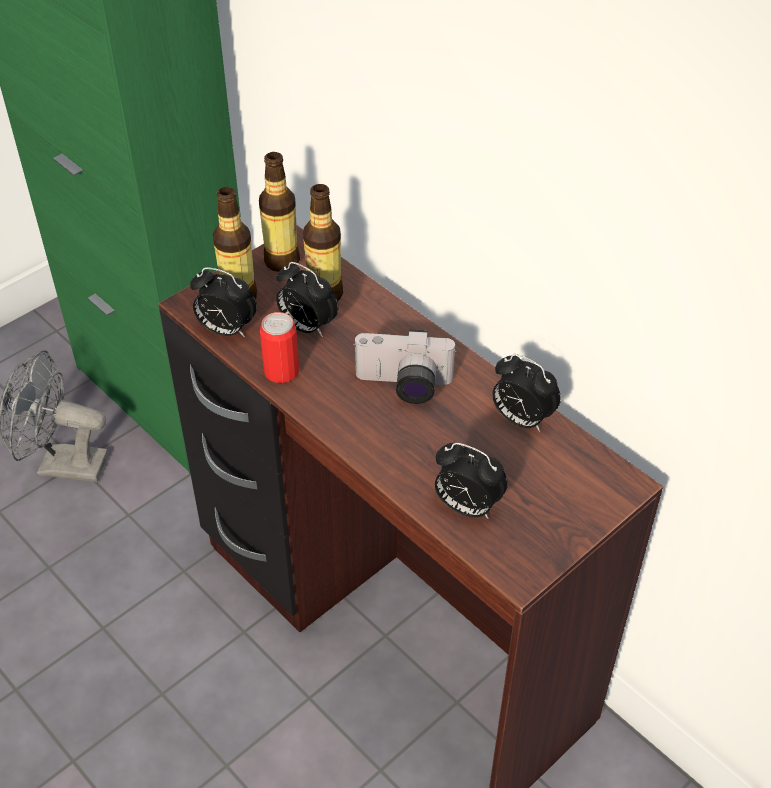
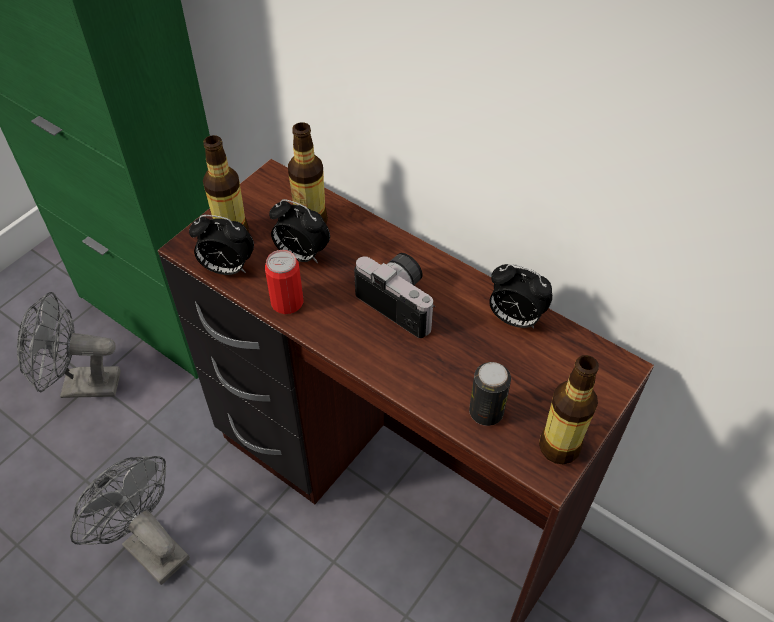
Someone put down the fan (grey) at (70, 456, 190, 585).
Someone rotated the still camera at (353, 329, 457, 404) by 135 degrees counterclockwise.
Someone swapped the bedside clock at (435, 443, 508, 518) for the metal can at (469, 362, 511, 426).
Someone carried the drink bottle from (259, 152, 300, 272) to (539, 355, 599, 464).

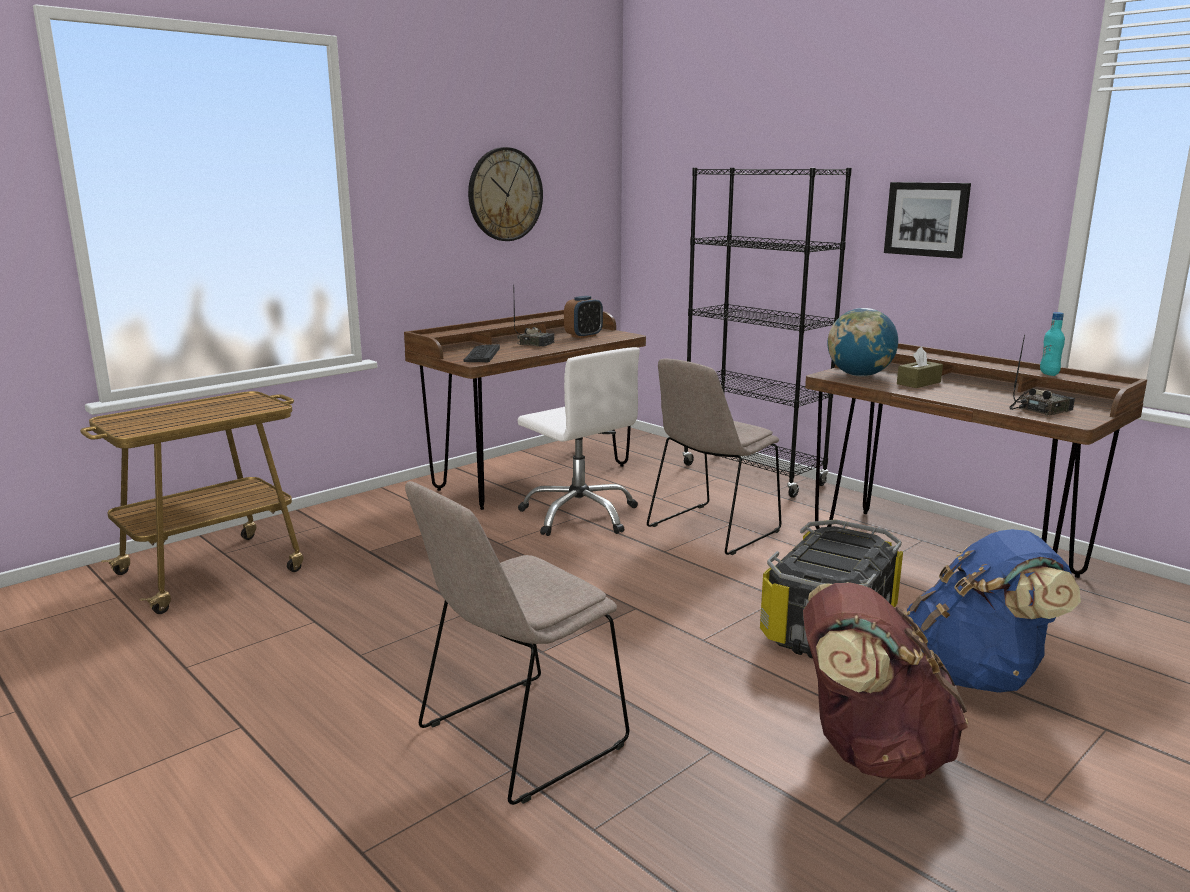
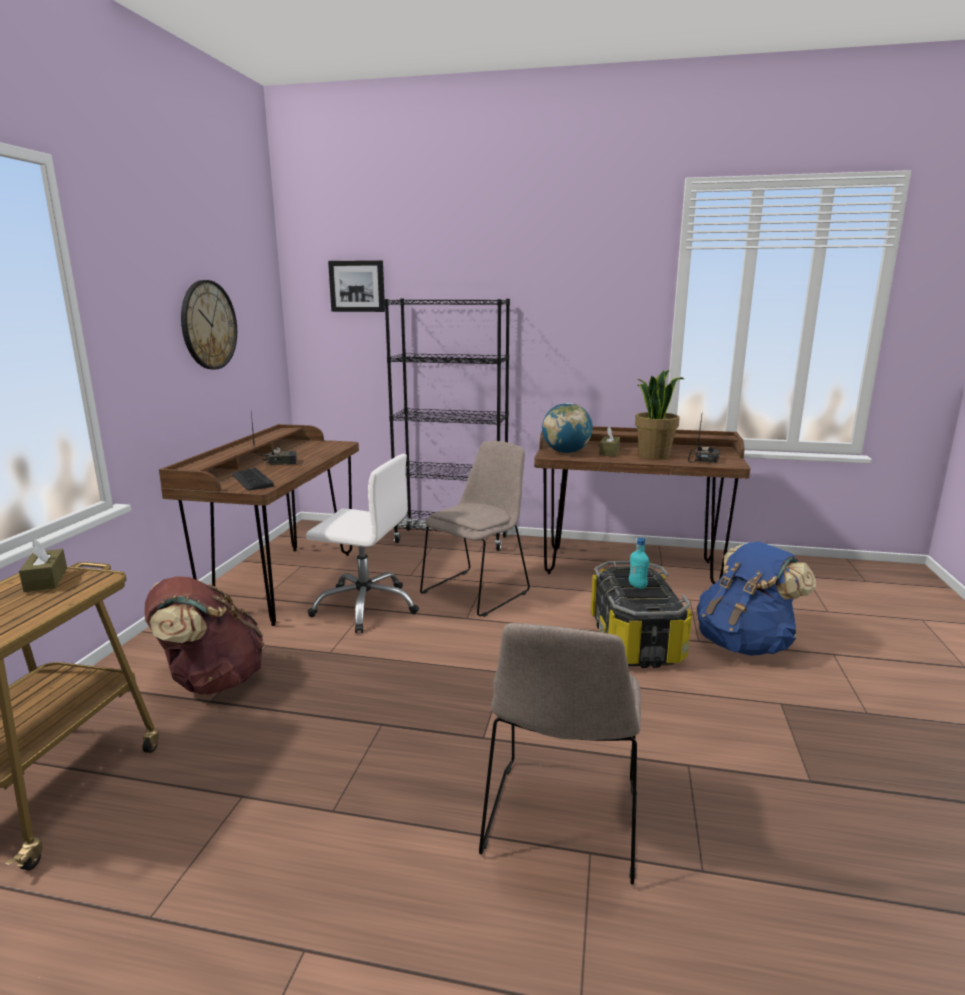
Someone put down the box of tissues (brown-coloured) at (19, 539, 67, 592).
Someone carried the rucksack (brown-coloured) from (803, 582, 969, 780) to (145, 576, 265, 695).
Someone carried the wall art from (884, 182, 971, 259) to (328, 260, 385, 312).
Someone rotated the plain chair (beige-coloured) at (647, 359, 781, 555) by 150 degrees counterclockwise.
Someone carried the drink bottle (turquoise-coloured) from (1040, 312, 1065, 376) to (629, 538, 649, 589).
Someone put down the houseplant at (635, 370, 684, 460).
Someone took away the bedside clock at (564, 296, 603, 339).

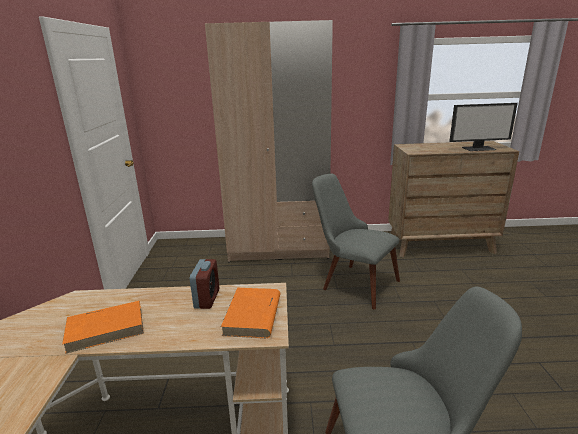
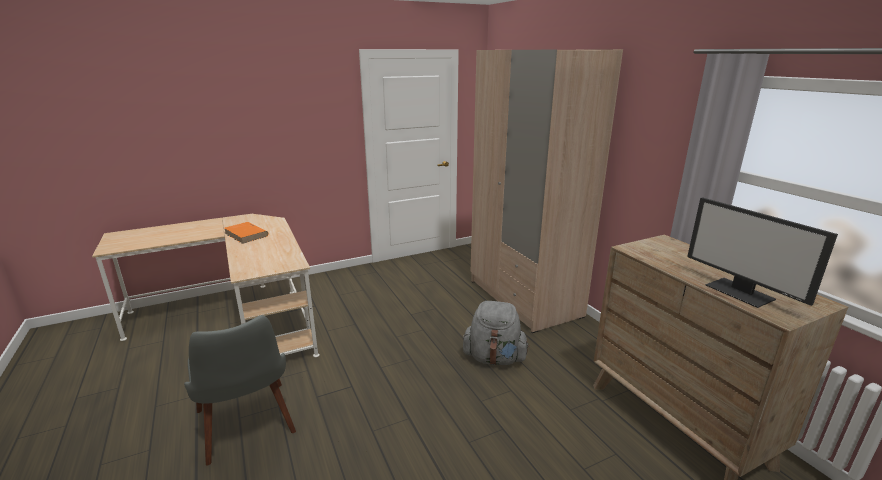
Someone swapped the plain chair (grey) at (312, 174, 400, 309) for the rucksack (grey) at (463, 301, 530, 365).
Someone took away the bedside clock at (190, 259, 219, 309).
Someone took away the bound book (orange) at (221, 288, 281, 338).

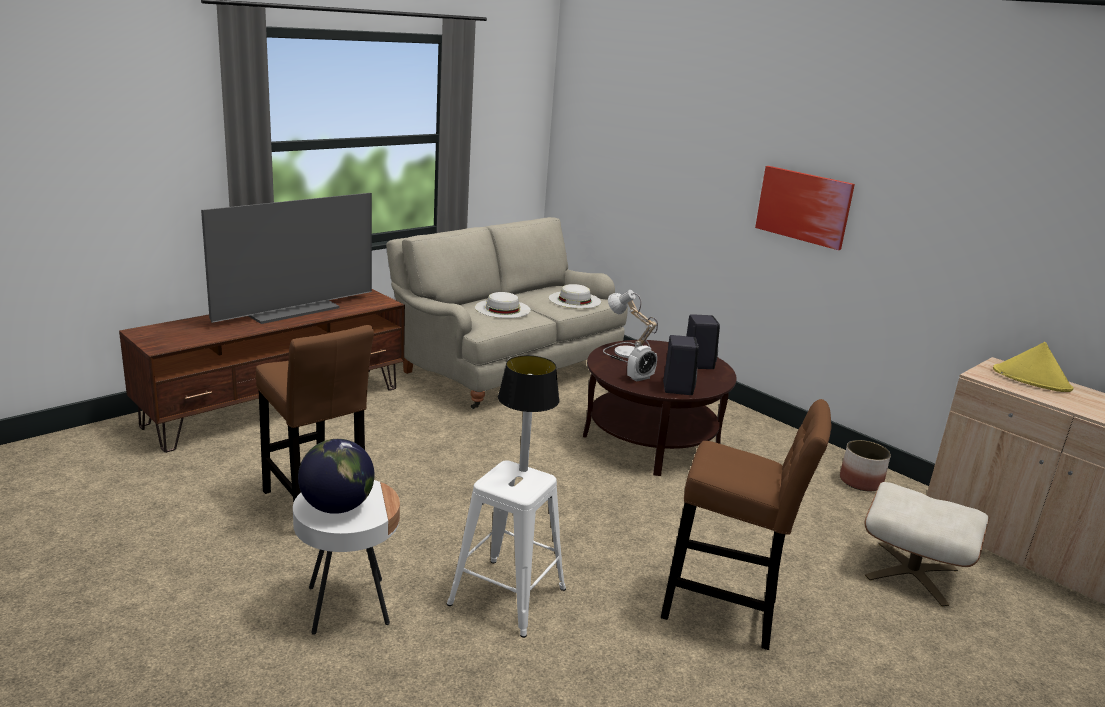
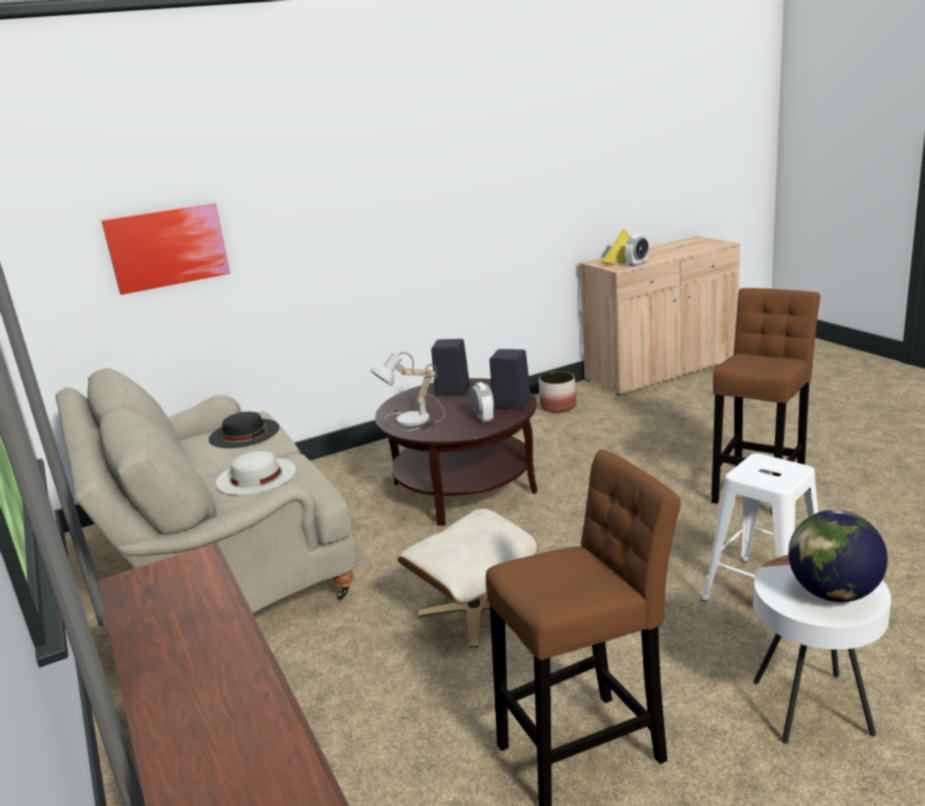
Someone carried the wall art from (755, 166, 855, 250) to (101, 202, 230, 295).
Someone repainted the wearable hat (white) at (549, 284, 601, 309), which became the wearable hat (black-coloured) at (209, 412, 279, 448).
Someone carried the pouffe (beige-coloured) from (865, 482, 989, 607) to (398, 509, 538, 648).
Someone put down the bedside clock at (625, 235, 649, 266).
Someone took away the TV at (201, 193, 372, 324).
Someone took away the table lamp at (498, 355, 560, 472).

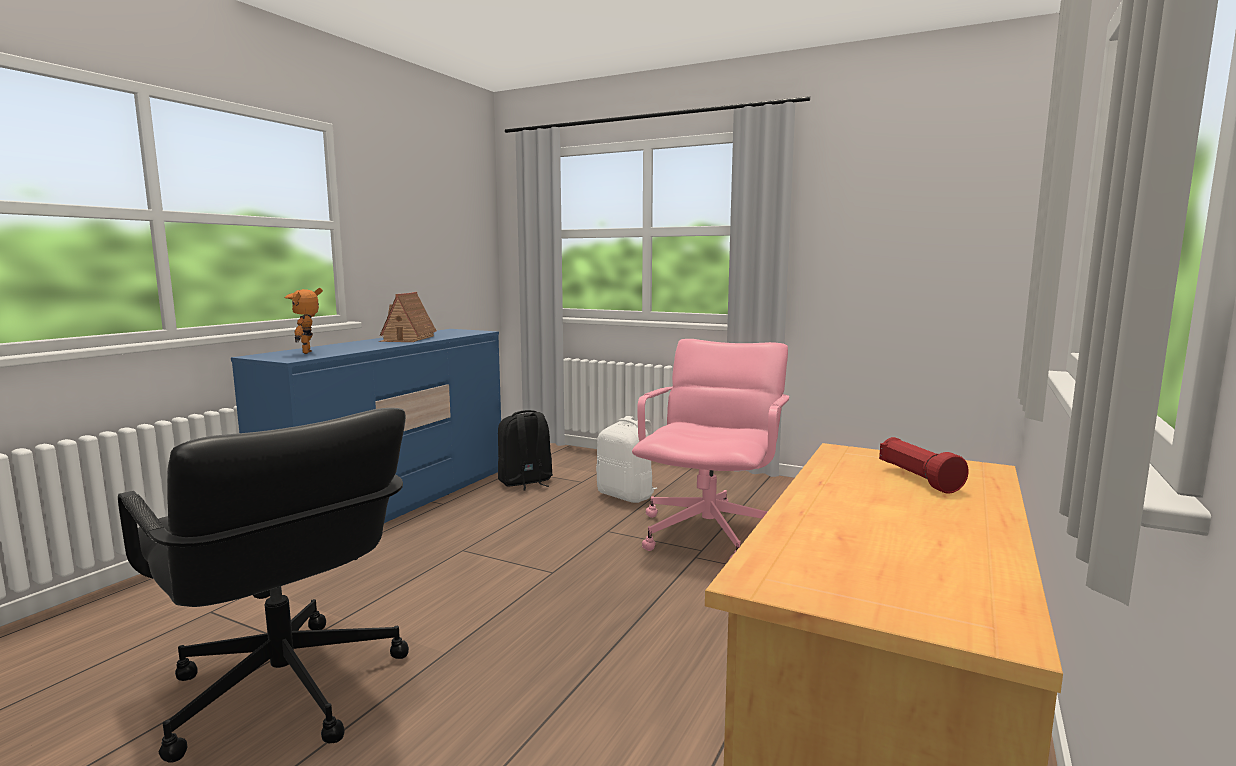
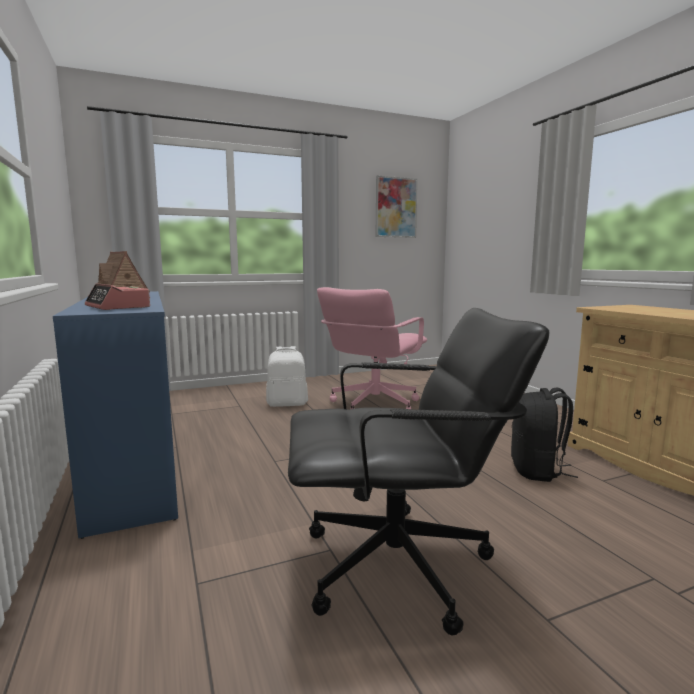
Someone swapped the toy robot at (285, 288, 323, 354) for the bedside clock at (85, 283, 150, 310).
Someone rotated the desk chair (pink) at (632, 339, 789, 560) by 120 degrees counterclockwise.
Someone put up the wall art at (376, 175, 418, 238).
Someone carried the rucksack (black-coloured) from (498, 410, 553, 491) to (511, 388, 578, 482).
Someone took away the hand torch (red-coloured) at (879, 437, 969, 494).

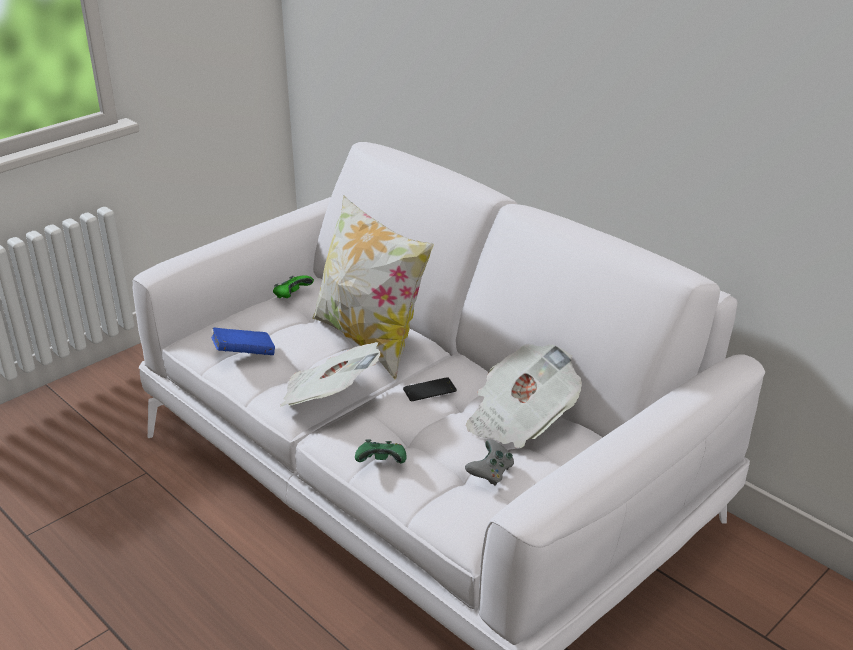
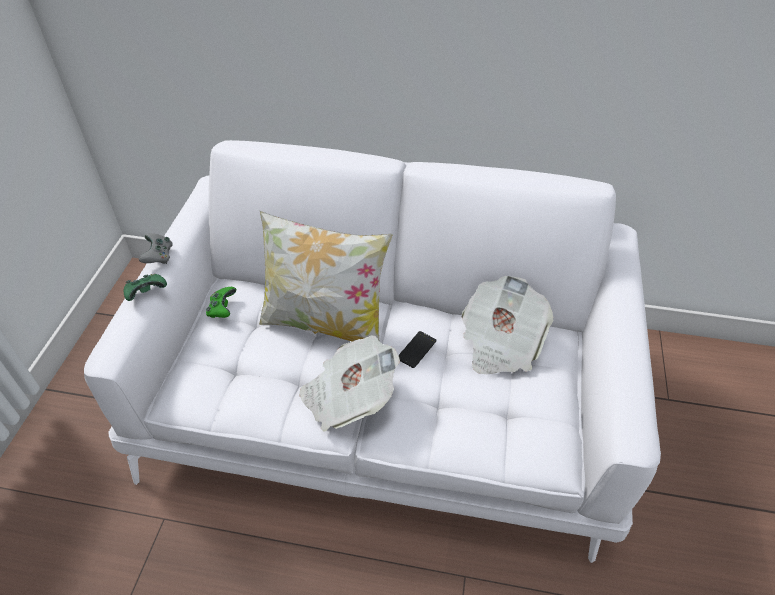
Someone carried the game controller (green-coloured) from (355, 439, 407, 463) to (124, 274, 167, 301).
Someone carried the game controller (grey) from (465, 439, 514, 486) to (139, 233, 173, 264).
Someone took away the bound book (bluish) at (211, 327, 275, 355).

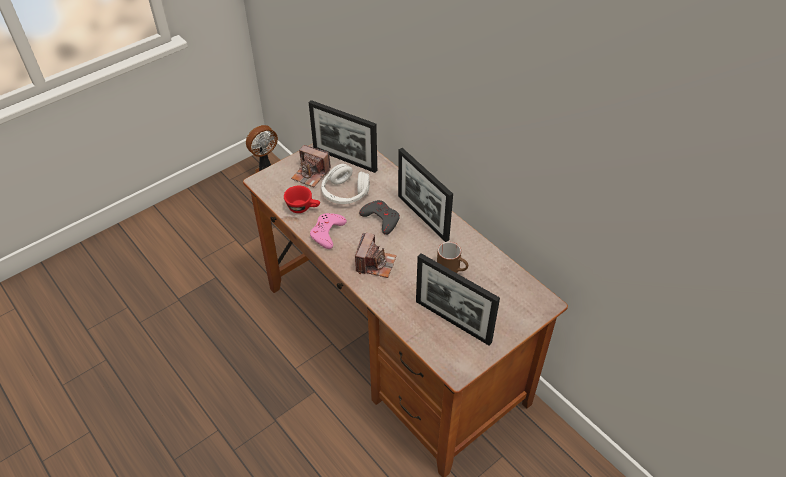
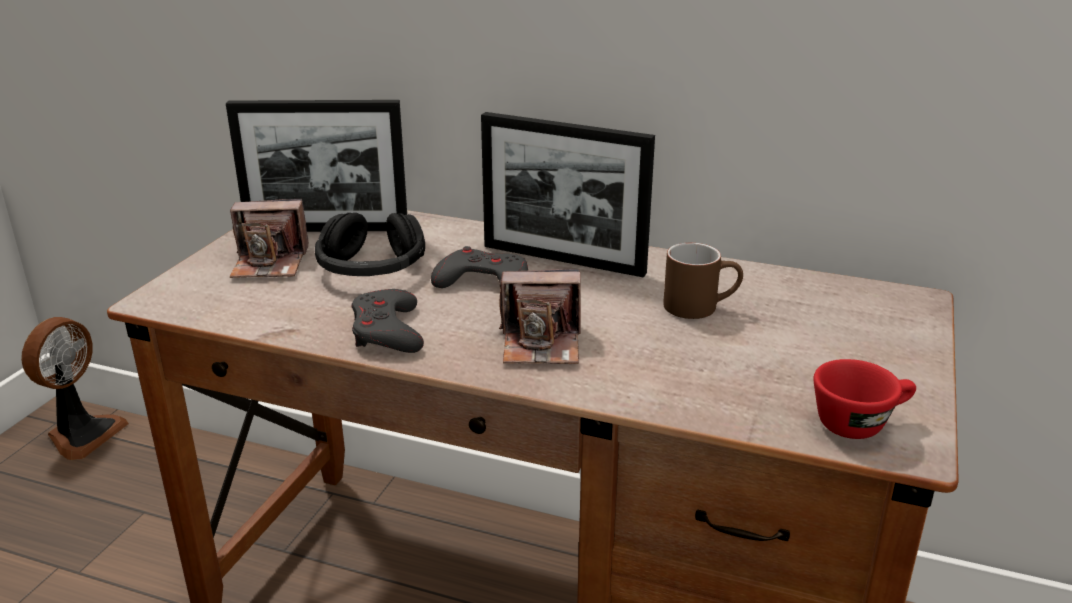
Someone repainted the headset (white) at (321, 164, 370, 204), which became the headset (black-coloured) at (315, 213, 425, 276).
Someone repainted the game controller (pink) at (310, 213, 347, 249), which became the game controller (grey) at (351, 289, 424, 353).
Someone rotated the still camera at (355, 233, 397, 278) by 105 degrees clockwise.
Someone carried the cup (red-coloured) from (284, 186, 320, 213) to (813, 359, 916, 439).
Someone took away the photo frame at (416, 253, 500, 346).

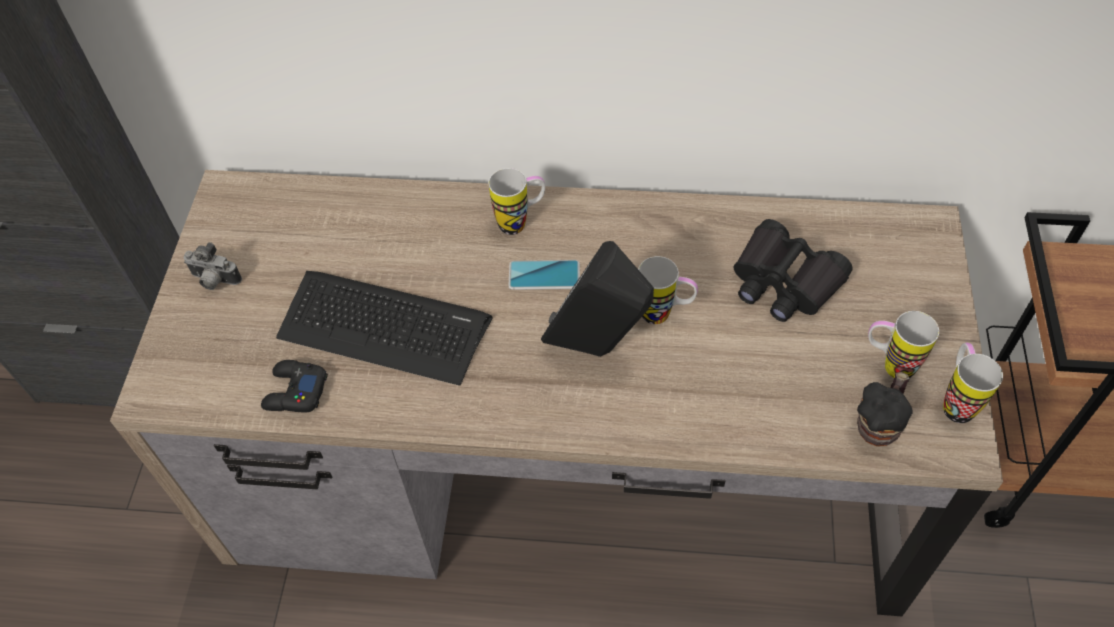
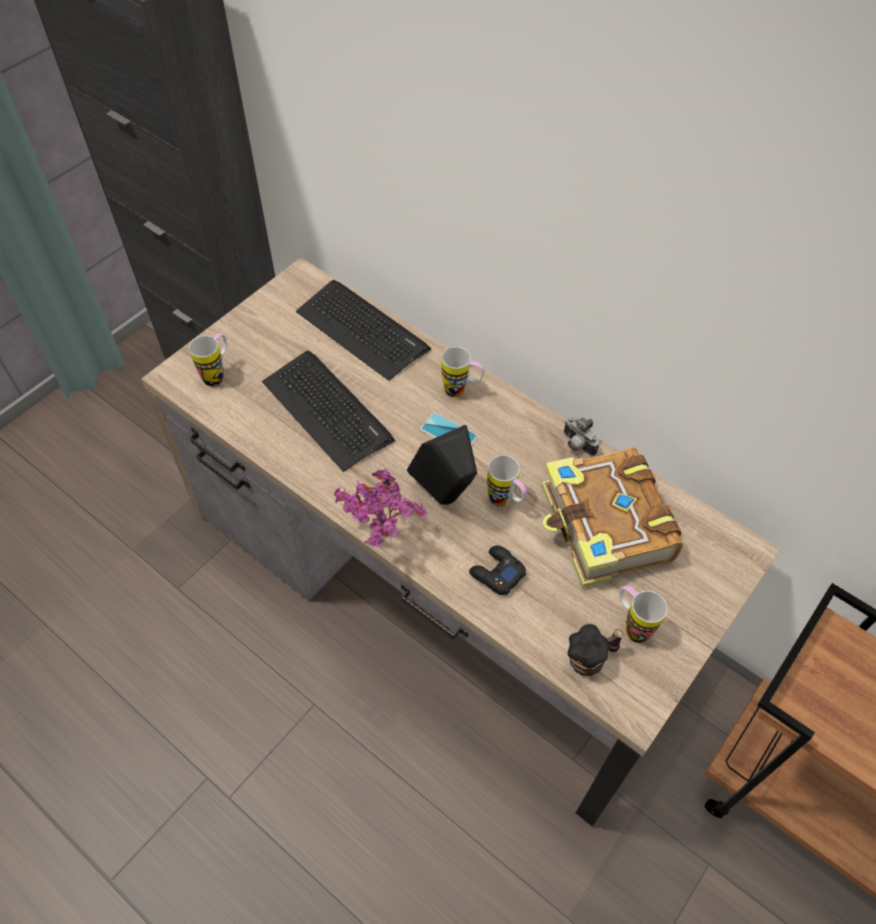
Someone carried the coffee mug from (943, 343, 1003, 423) to (189, 333, 227, 386).
Someone put down the keyboard at (296, 280, 431, 381).
Someone put down the houseplant at (334, 469, 427, 546).
Someone carried the game controller (black-coloured) from (261, 360, 328, 412) to (469, 546, 526, 595).
Someone swapped the pair of binoculars (black-coloured) at (733, 219, 852, 322) for the bound book at (541, 447, 683, 588).
Someone carried the still camera from (184, 242, 242, 290) to (564, 416, 599, 456).

